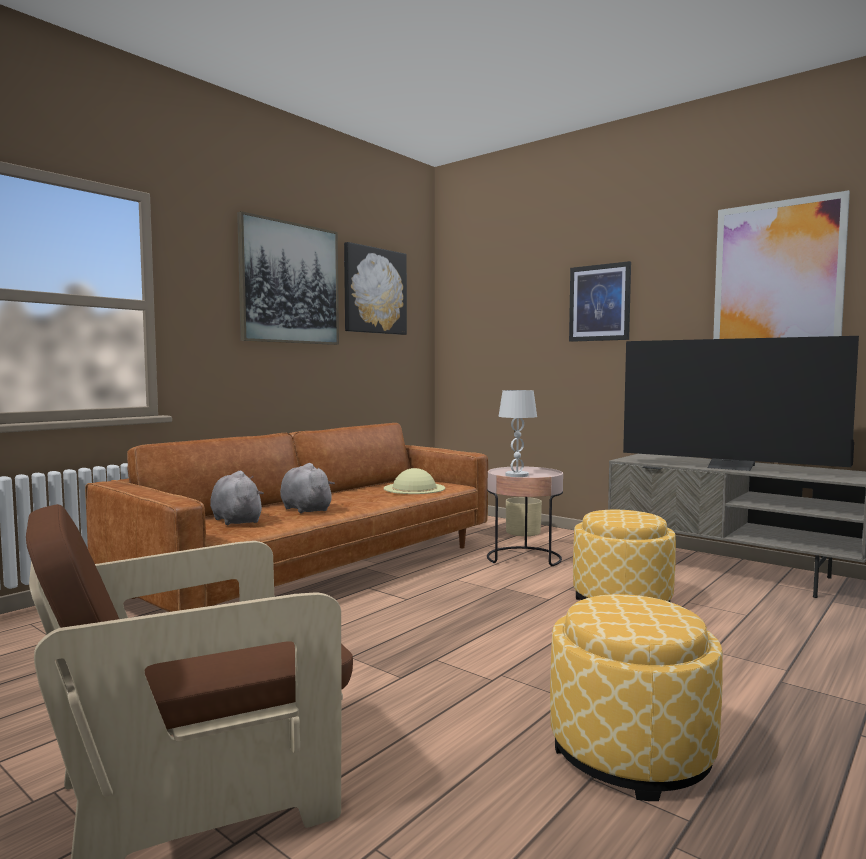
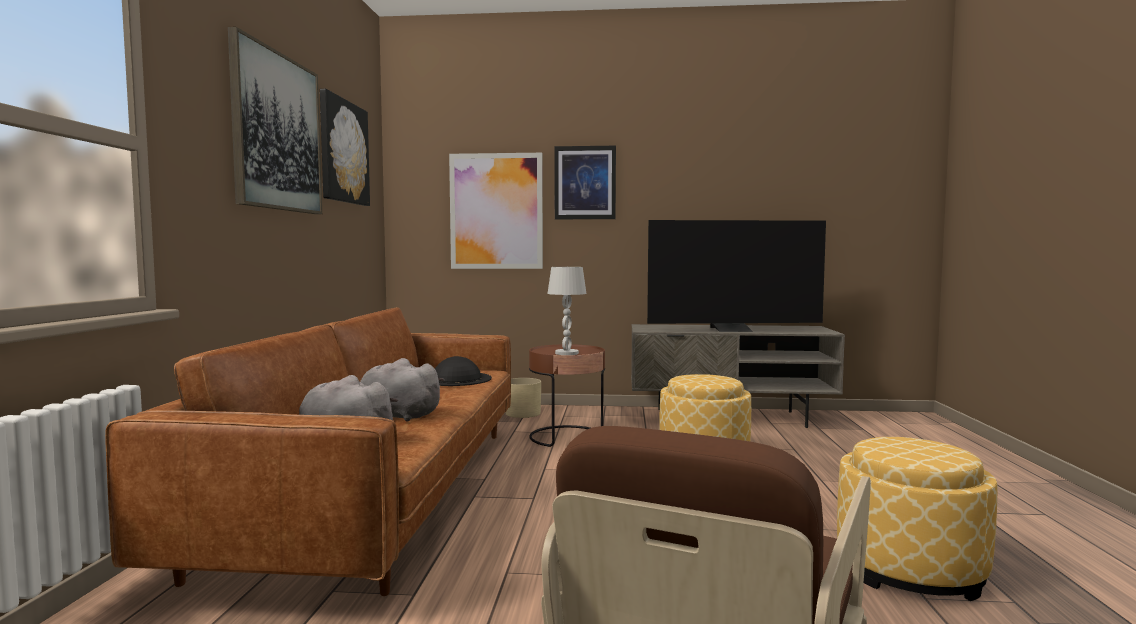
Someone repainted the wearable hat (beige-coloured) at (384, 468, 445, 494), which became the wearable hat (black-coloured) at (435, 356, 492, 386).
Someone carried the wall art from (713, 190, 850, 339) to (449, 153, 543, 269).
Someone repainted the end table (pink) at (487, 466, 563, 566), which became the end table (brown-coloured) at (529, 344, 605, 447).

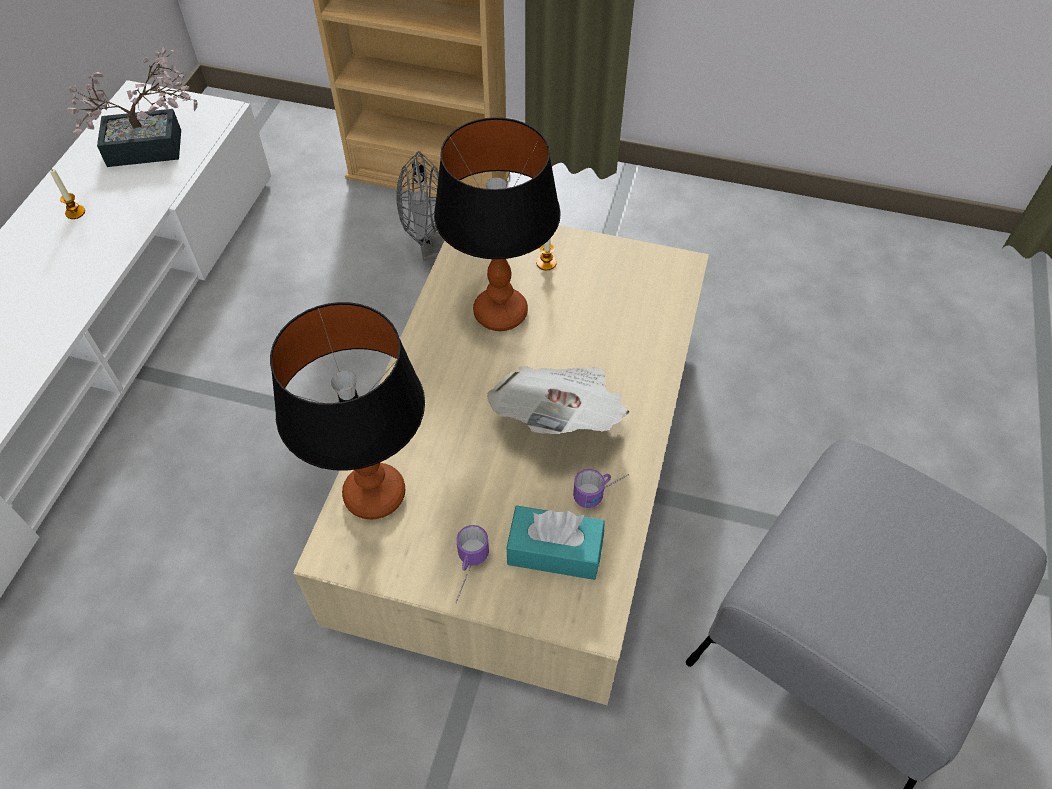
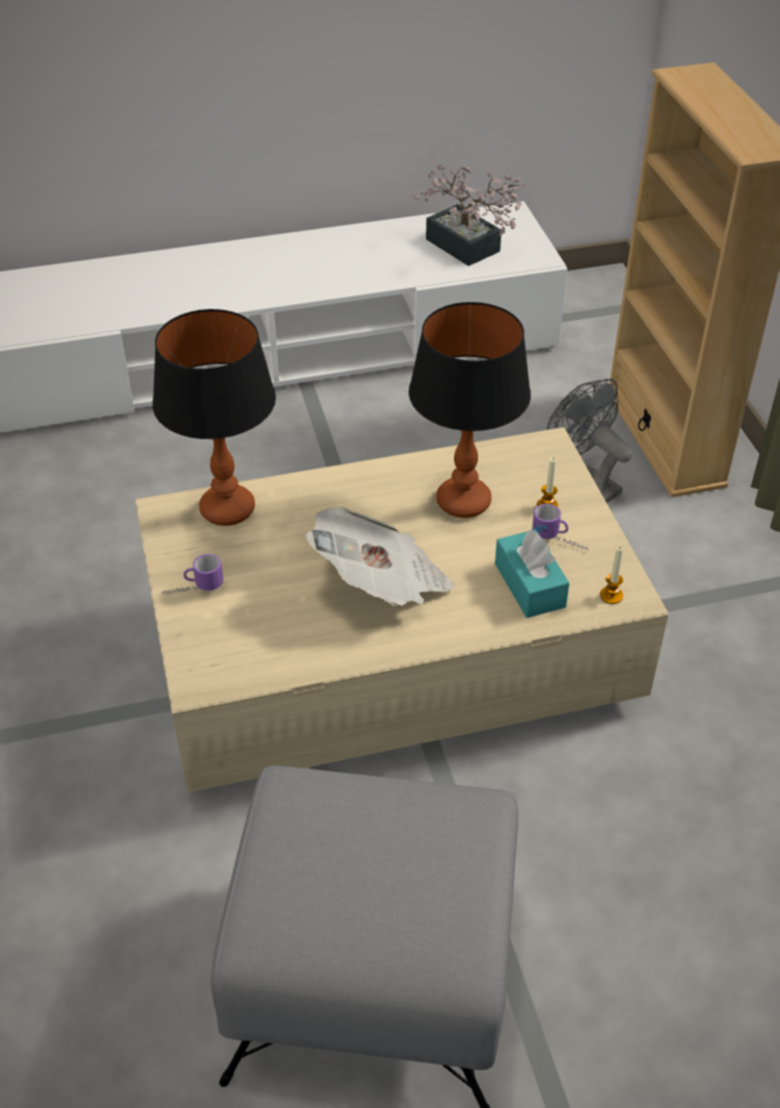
Someone carried the box of tissues (turquoise-coloured) from (506, 506, 605, 580) to (495, 529, 569, 618).
Someone carried the coffee mug from (573, 469, 629, 508) to (532, 504, 588, 551).
Someone carried the wax candle from (50, 169, 85, 219) to (600, 547, 623, 604).

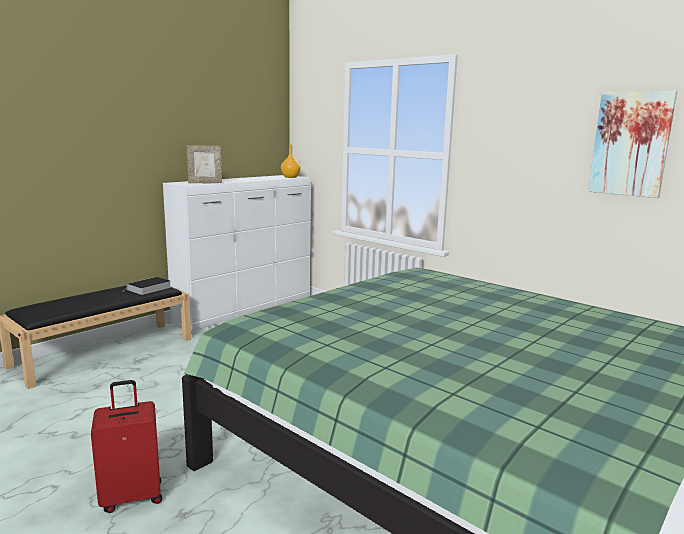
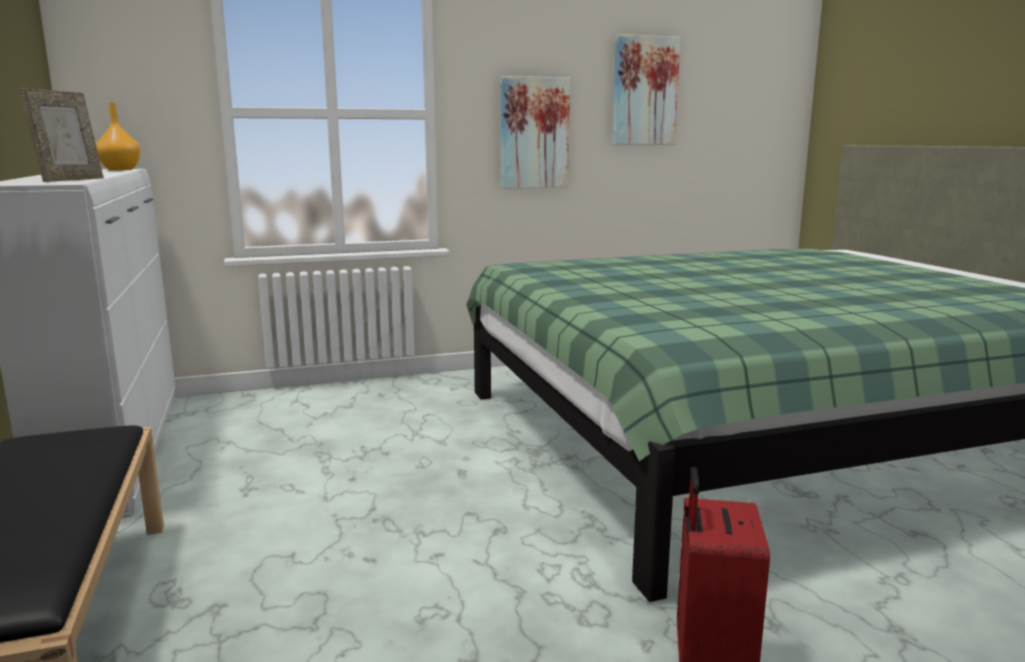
Someone put up the wall art at (501, 76, 570, 189).
Someone took away the bound book at (123, 277, 171, 295).

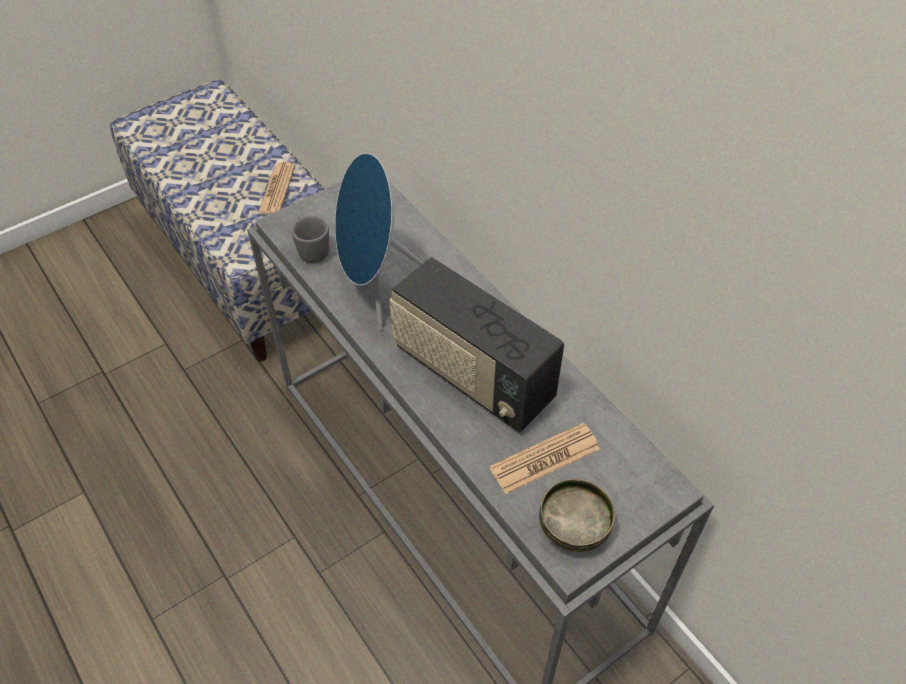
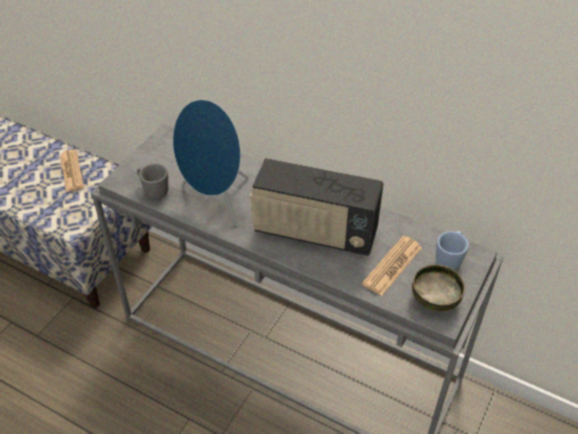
Someone put down the coffee mug (bluish) at (436, 231, 469, 270).

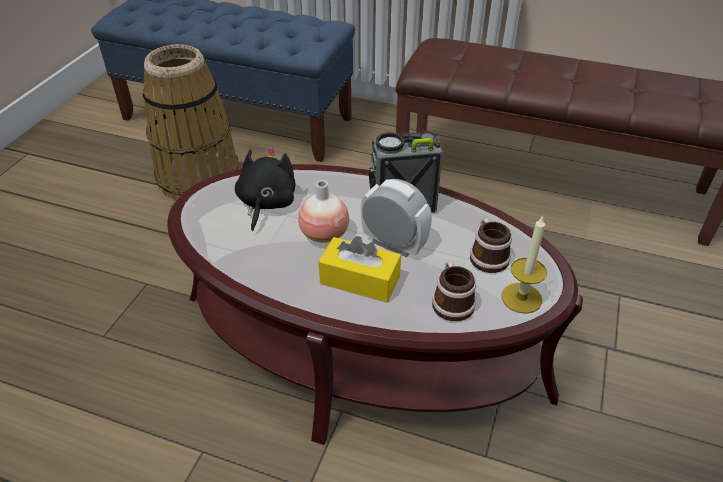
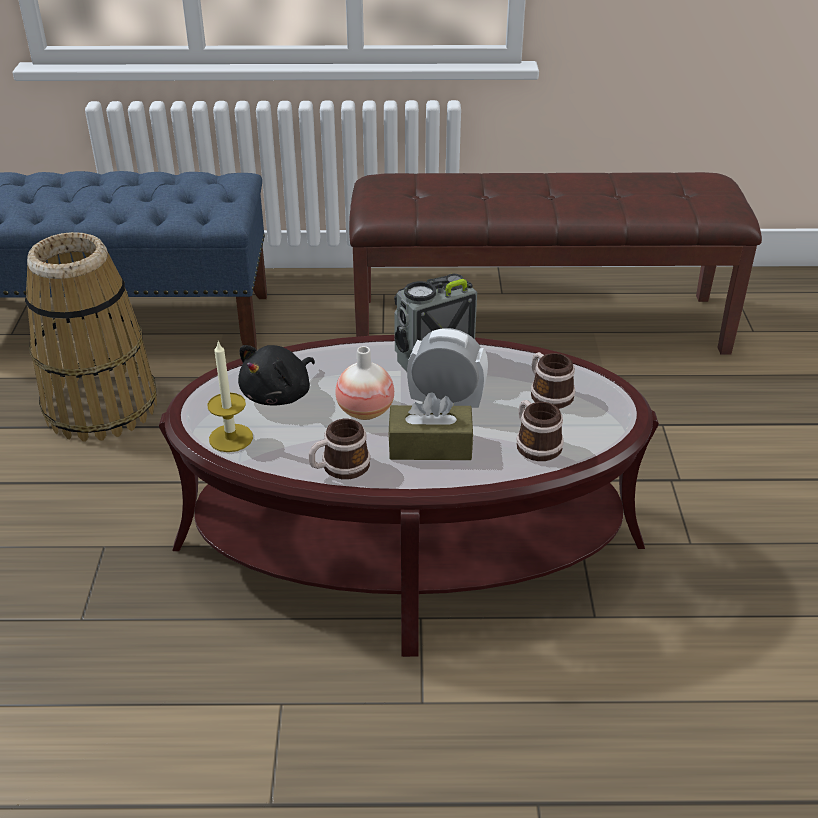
Someone carried the wax candle from (502, 215, 547, 314) to (207, 341, 253, 452).
Someone rotated the cuddly toy (black-coloured) at (235, 147, 295, 231) by 135 degrees counterclockwise.
Someone put down the coffee mug at (309, 419, 370, 479).
Someone repainted the box of tissues (yellowish) at (319, 236, 401, 302), which became the box of tissues (brown-coloured) at (388, 392, 474, 460).

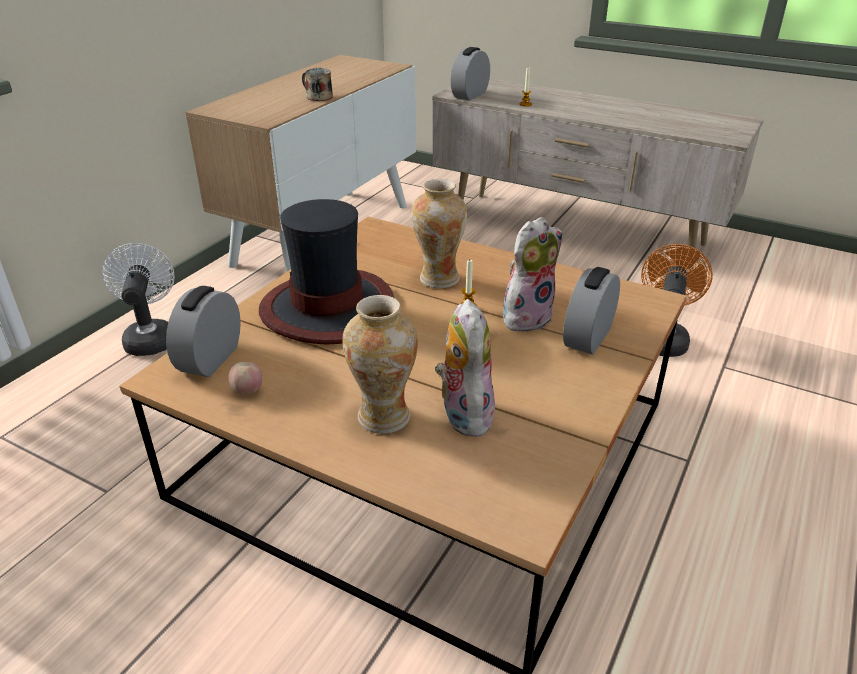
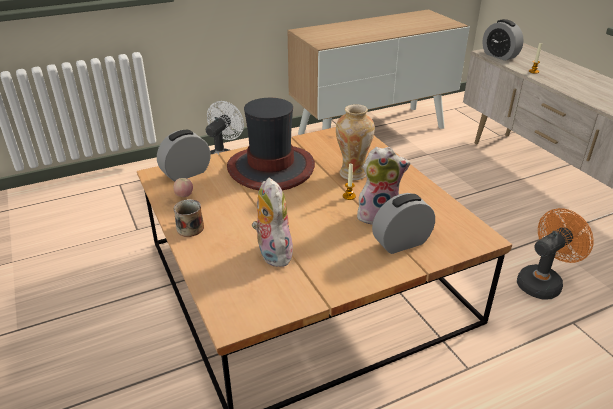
Someone carried the coffee mug from (302, 68, 333, 101) to (174, 199, 204, 237).
Someone rotated the cuddly toy at (435, 299, 495, 437) by 45 degrees counterclockwise.
Someone rotated the bedside clock at (451, 47, 490, 100) by 105 degrees counterclockwise.
Someone took away the flower vase at (342, 295, 418, 434).

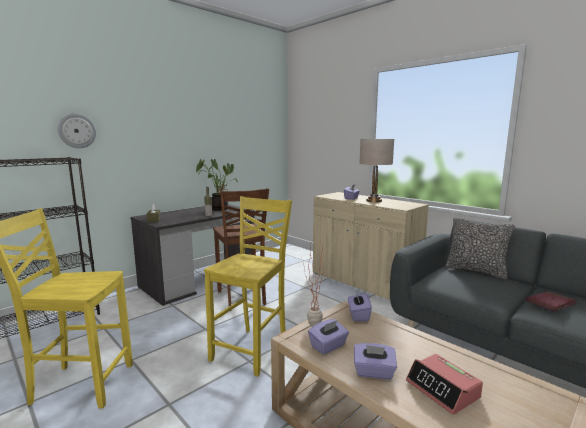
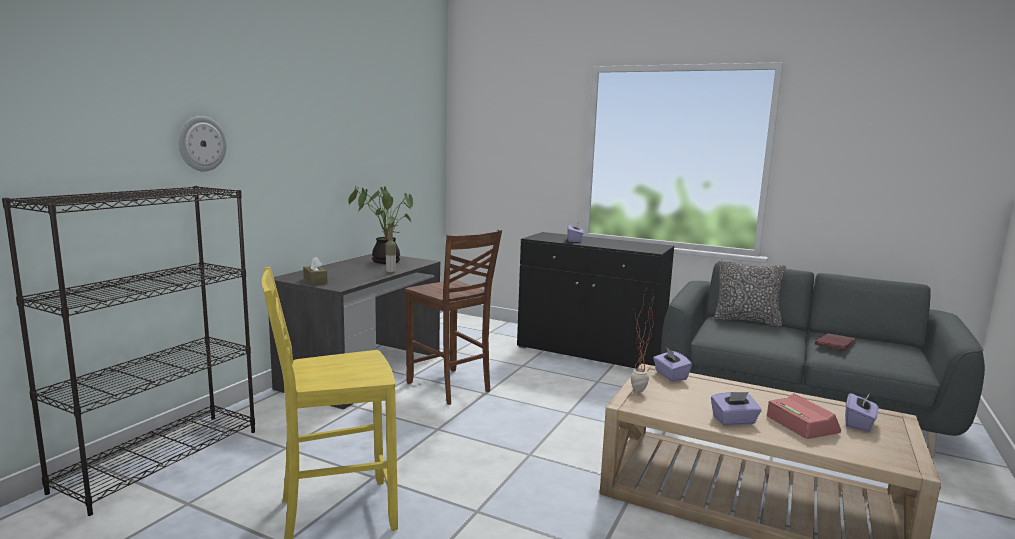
Someone repainted the cabinet (beige-coloured) at (313, 192, 429, 300), which became the cabinet (black-coloured) at (517, 232, 674, 369).
Someone rotated the bedside clock at (406, 354, 483, 415) by 150 degrees counterclockwise.
Someone carried the box of tissues (purple-coloured) from (308, 319, 349, 355) to (845, 393, 878, 432).
Someone took away the plain chair (yellowish) at (204, 196, 292, 377).
Someone took away the table lamp (beige-coloured) at (359, 139, 394, 202).

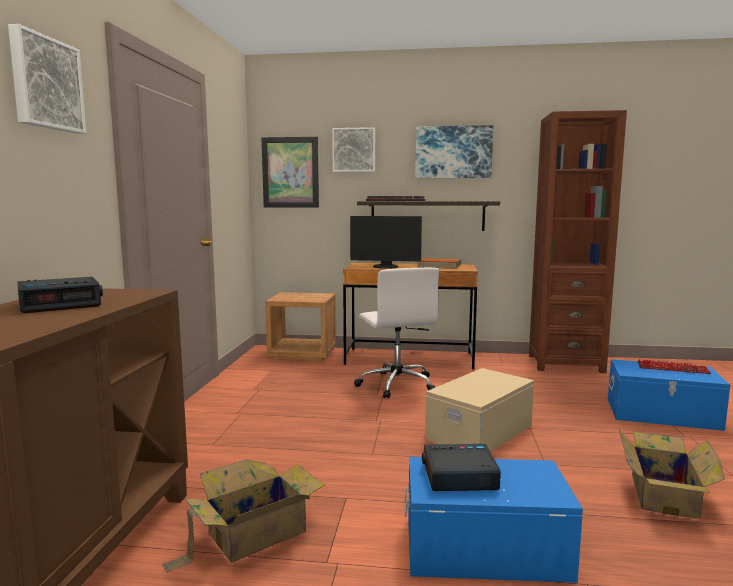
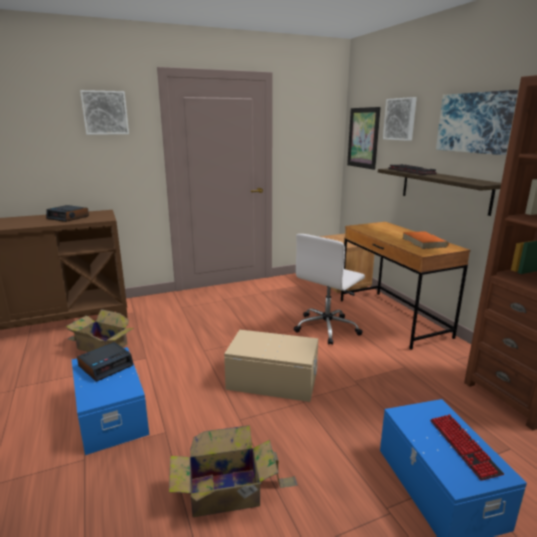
Someone rotated the bedside clock at (422, 444, 501, 491) by 75 degrees clockwise.
Someone took away the computer display at (350, 216, 422, 269).

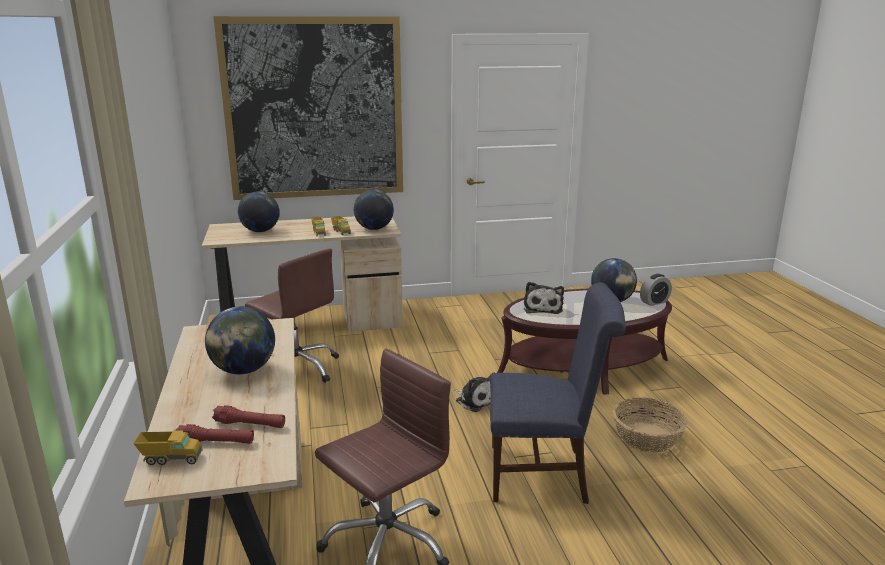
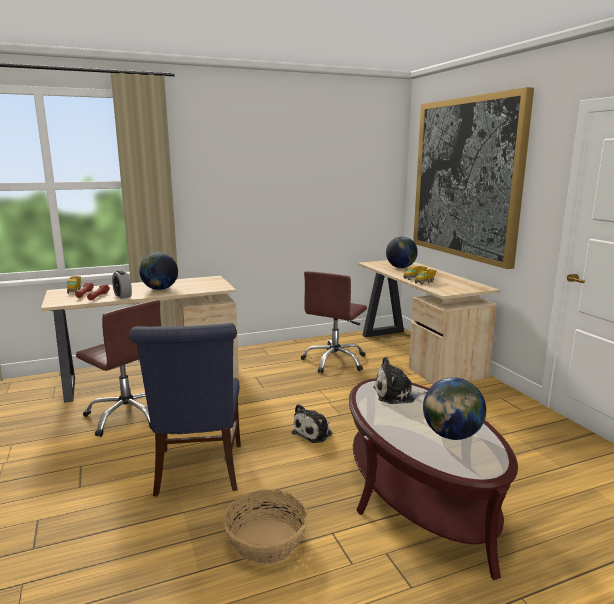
Someone carried the bedside clock from (640, 274, 672, 306) to (112, 270, 132, 299).
Someone took away the globe at (354, 190, 394, 230).

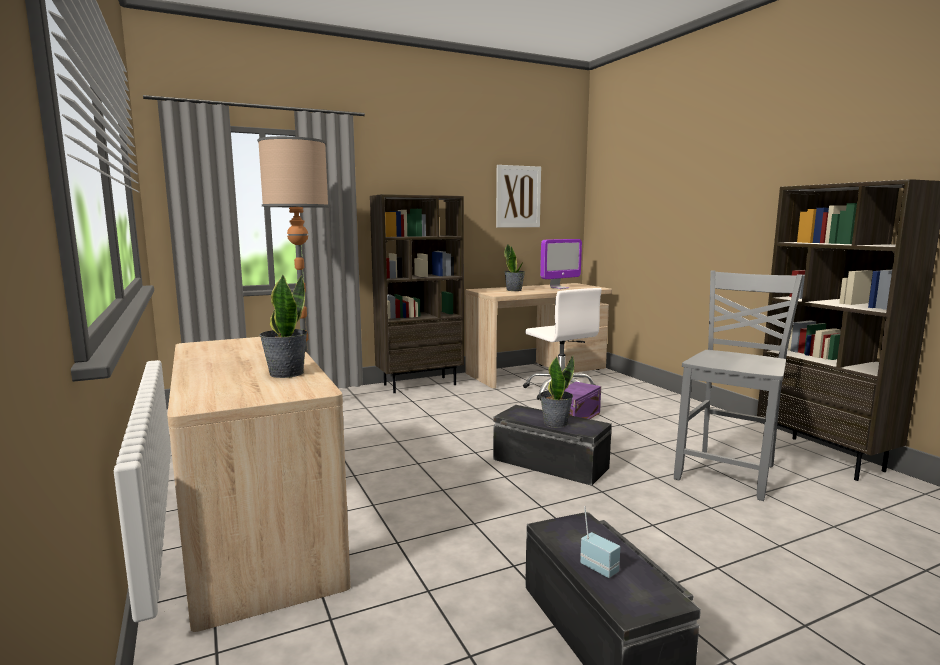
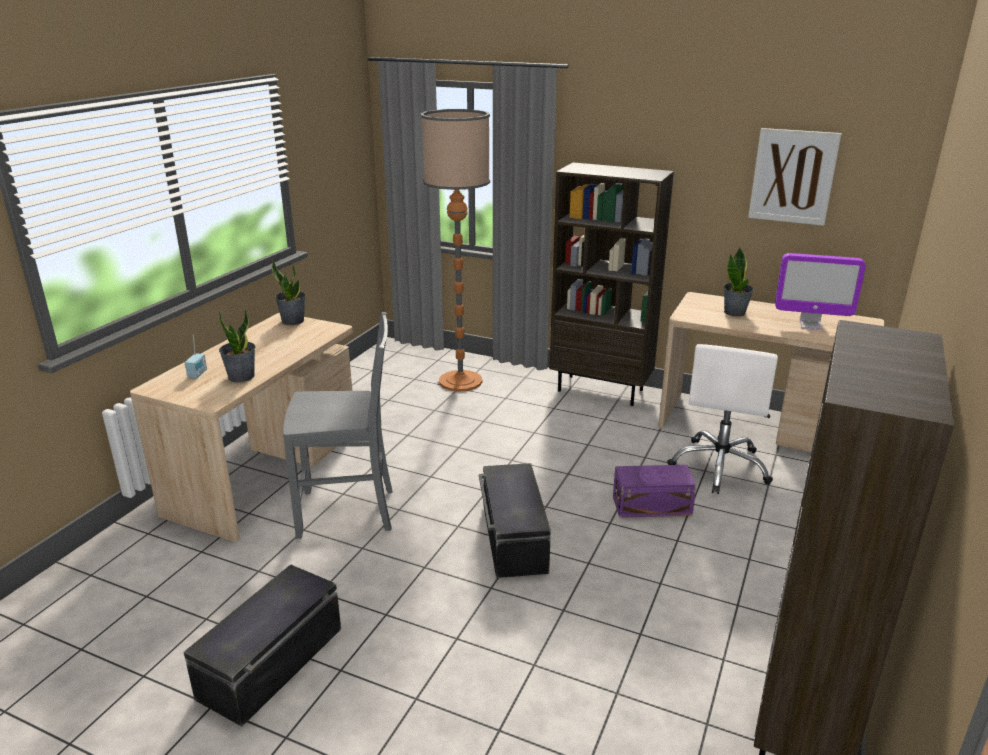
Someone carried the radio receiver from (580, 506, 620, 578) to (184, 335, 207, 378).
Someone carried the houseplant from (540, 355, 574, 428) to (272, 260, 306, 325).
Someone carried the plain chair (grey) from (674, 270, 803, 501) to (283, 312, 393, 539).

